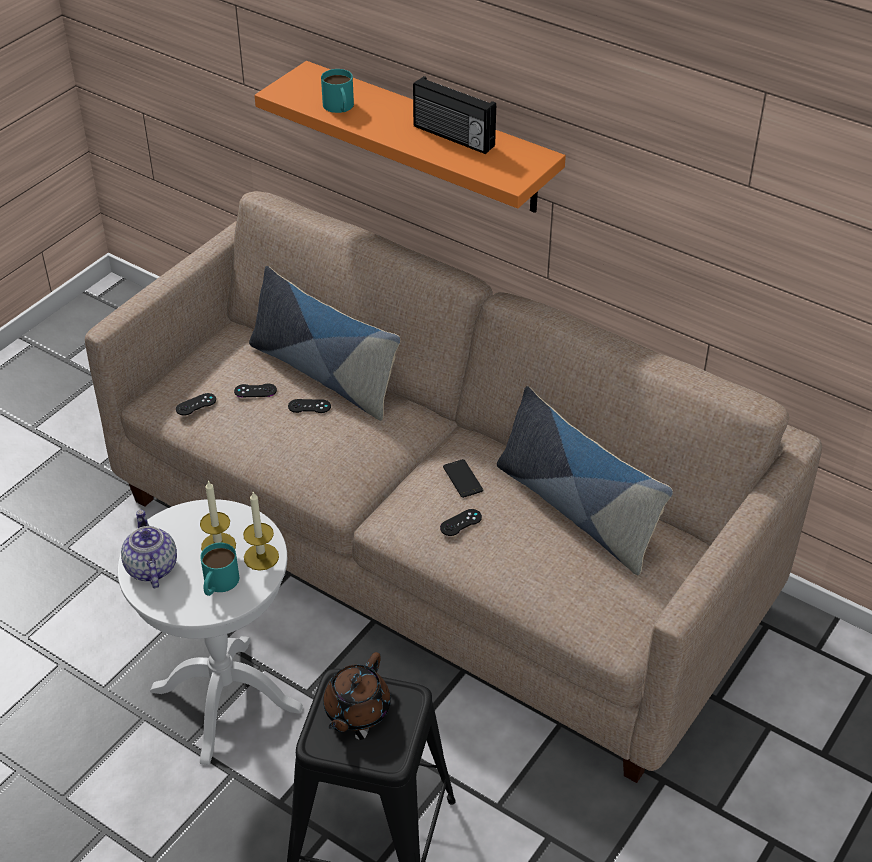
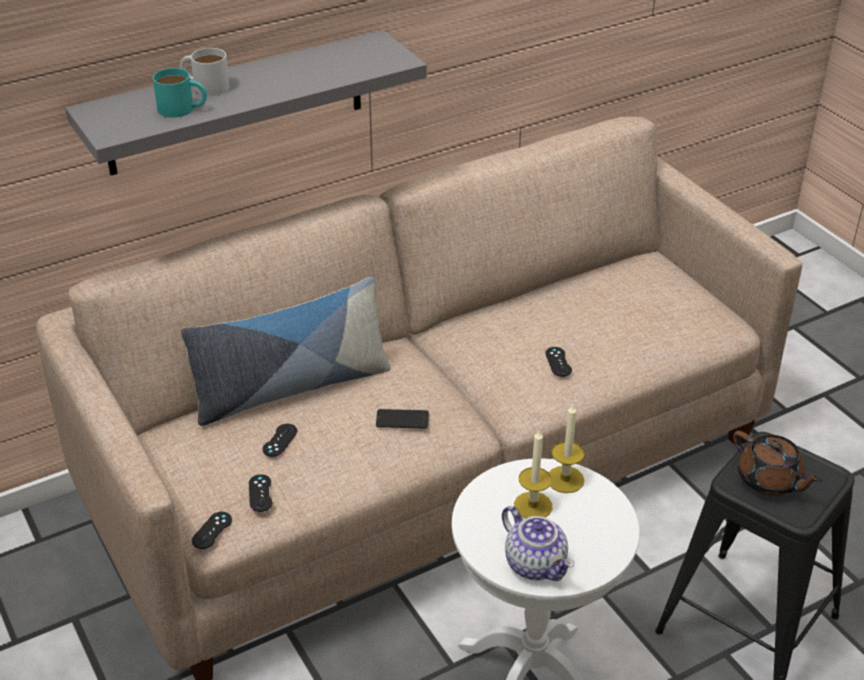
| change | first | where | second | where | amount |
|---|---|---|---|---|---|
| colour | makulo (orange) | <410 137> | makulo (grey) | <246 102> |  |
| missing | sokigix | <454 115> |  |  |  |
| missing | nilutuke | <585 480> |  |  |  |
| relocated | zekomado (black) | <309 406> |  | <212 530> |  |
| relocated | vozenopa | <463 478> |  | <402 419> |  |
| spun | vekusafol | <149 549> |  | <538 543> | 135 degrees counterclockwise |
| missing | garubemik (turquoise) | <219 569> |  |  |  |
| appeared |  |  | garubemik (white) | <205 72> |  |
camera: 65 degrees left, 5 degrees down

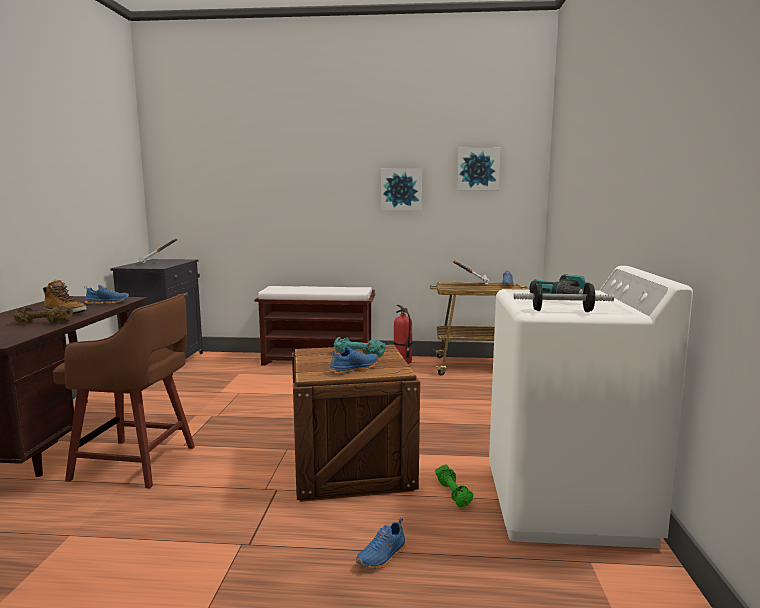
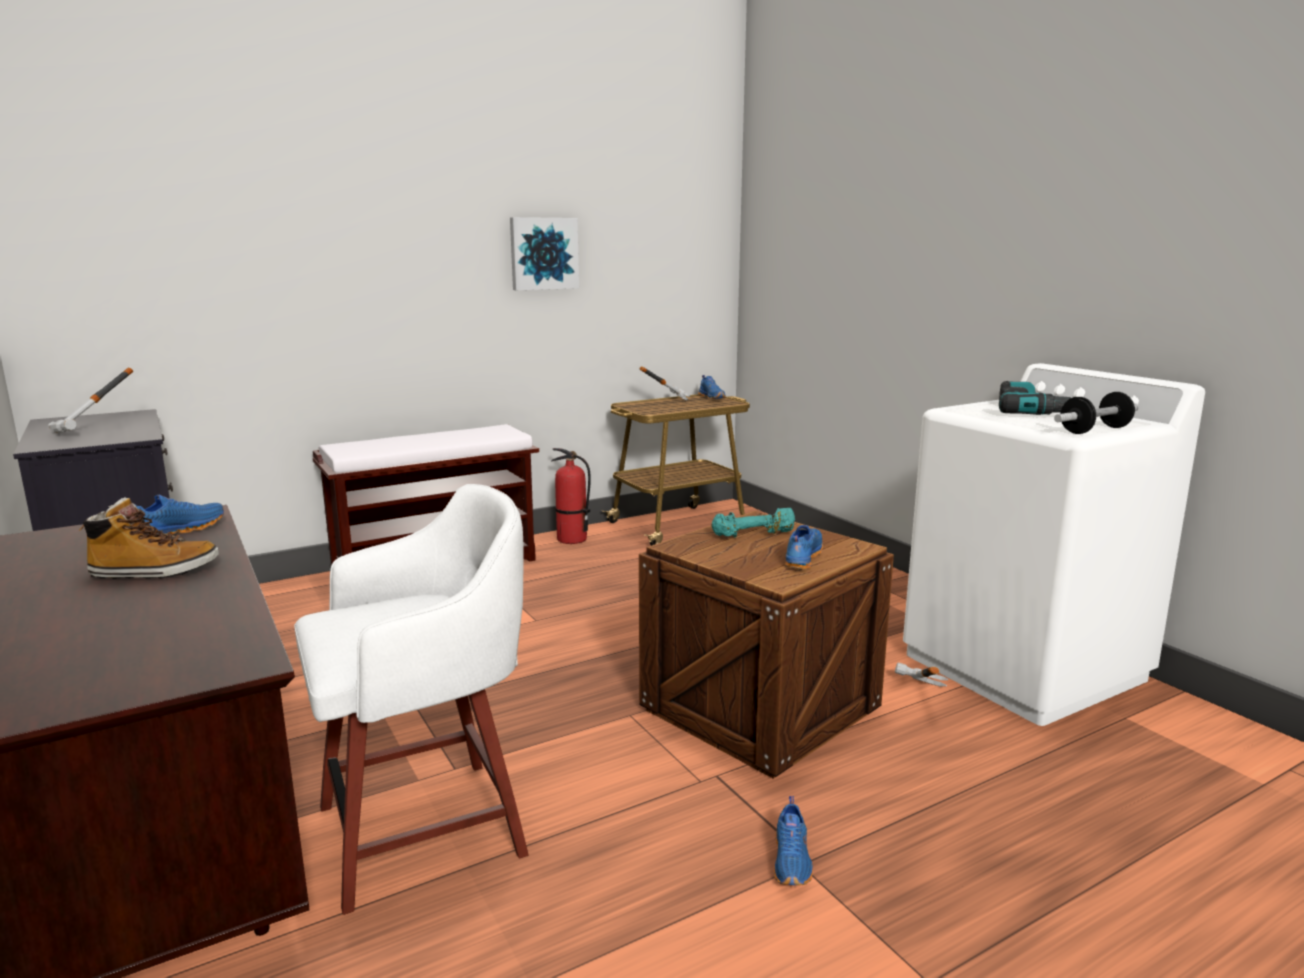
| change | first | where | second | where | amount |
|---|---|---|---|---|---|
| missing | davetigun | <478 169> |  |  |  |
| colour | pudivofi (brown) | <124 391> | pudivofi (white) | <411 699> |  |
| missing | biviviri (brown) | <43 314> |  |  |  |
| exchanged | biviviri (green) | <454 485> | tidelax | <922 674> |  |
| relocated | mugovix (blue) | <381 543> |  | <793 840> |  |
camera: 35 degrees left, 5 degrees up

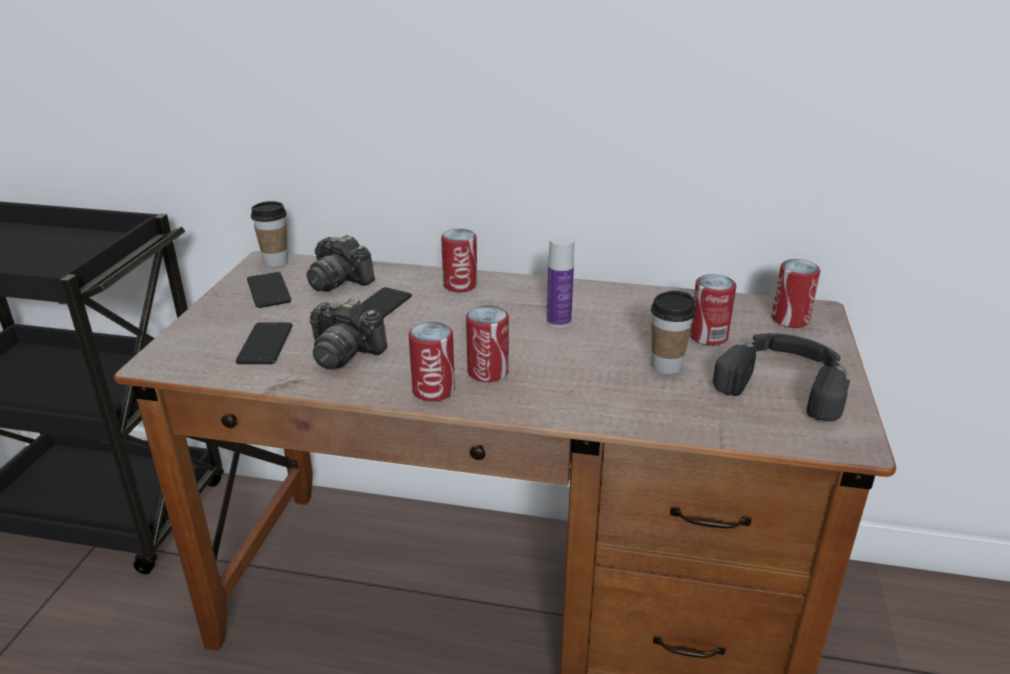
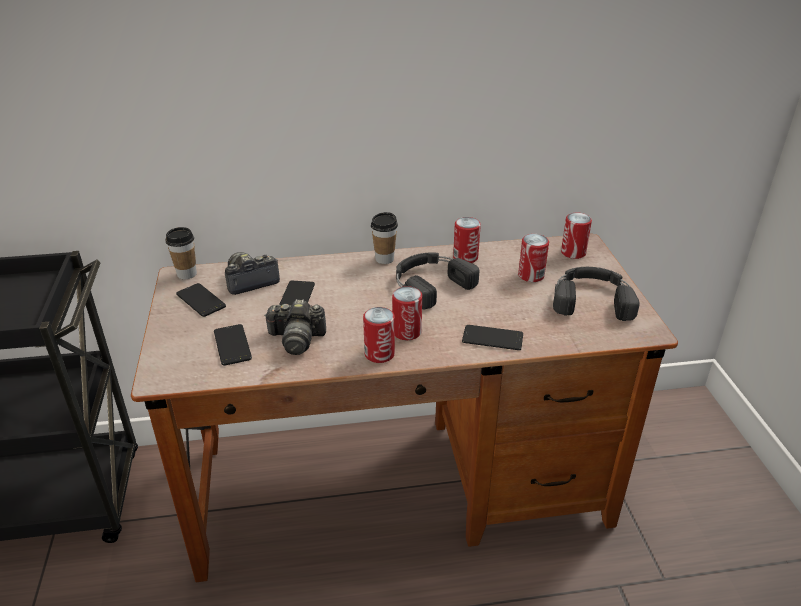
| change | first | where | second | where | amount |
|---|---|---|---|---|---|
| relocated | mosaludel | <459 260> |  | <467 240> |  |
| spun | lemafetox | <341 263> |  | <252 273> | 135 degrees clockwise |
| exchanged | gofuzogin | <560 281> | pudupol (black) | <437 280> |  |
| relocated | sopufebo | <673 332> |  | <384 238> |  |
| appeared |  |  | vozenopa | <492 337> |  |
camera: 20 degrees left, 5 degrees up

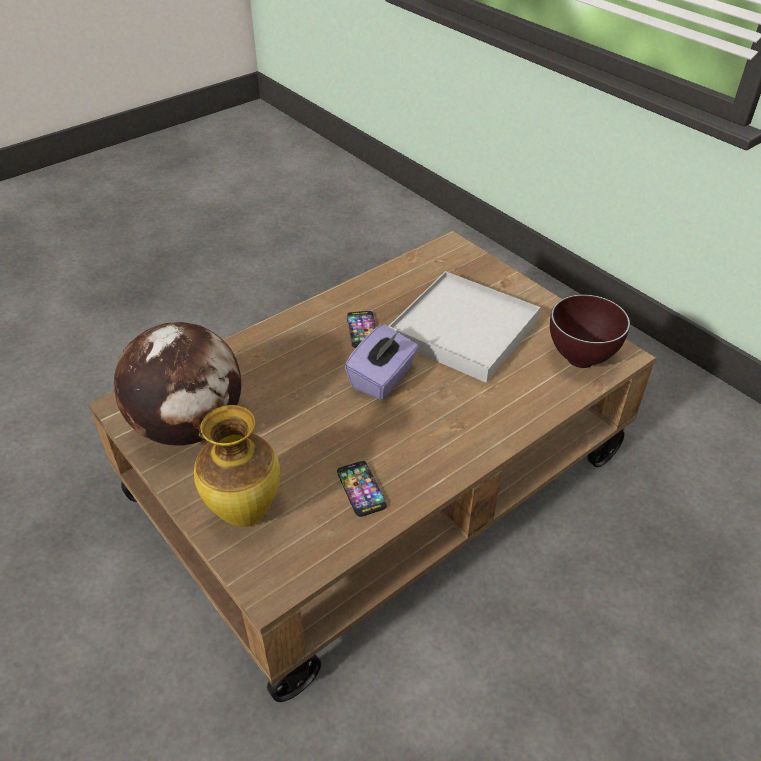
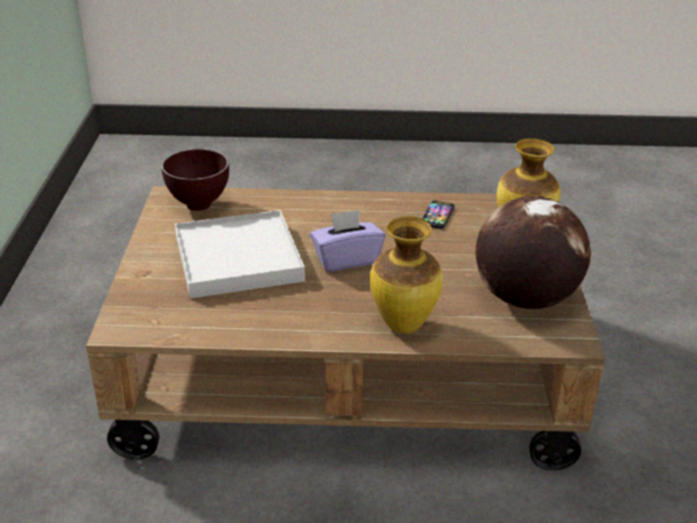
| change | first | where | second | where | amount |
|---|---|---|---|---|---|
| missing | vozenopa | <361 329> |  |  |  |
| appeared |  |  | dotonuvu | <406 275> |  |
camera: 140 degrees left, 10 degrees down

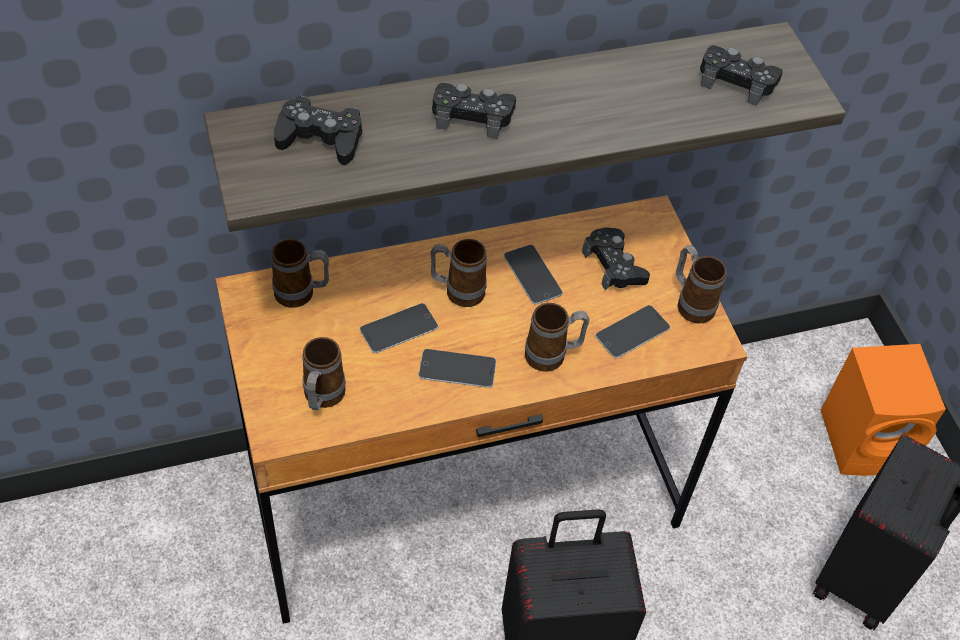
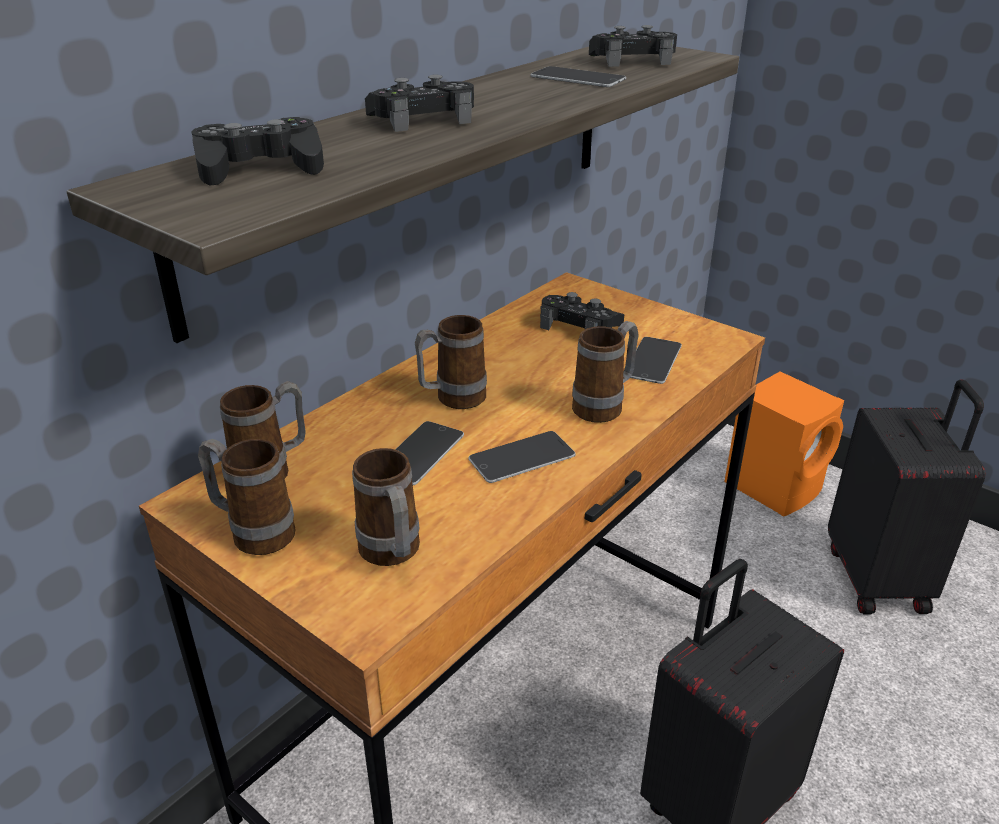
| change | first | where | second | where | amount |
|---|---|---|---|---|---|
| relocated | vozenopa | <533 275> |  | <578 76> |  |
| relocated | garubemik | <701 284> |  | <247 497> |  |
camera: 30 degrees left, 20 degrees down

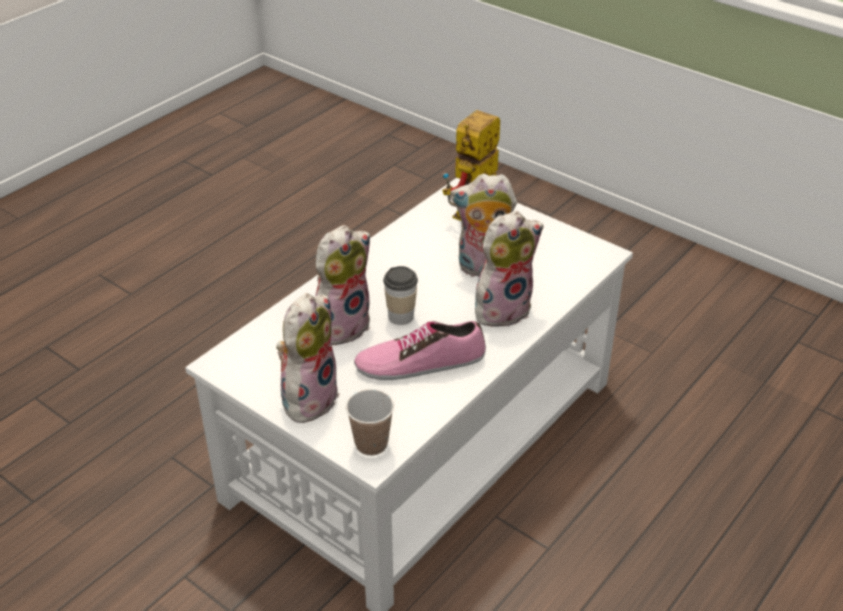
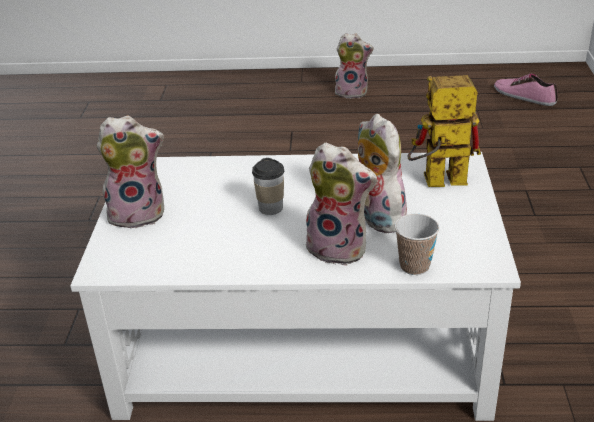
| change | first | where | second | where | amount |
|---|---|---|---|---|---|
| relocated | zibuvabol | <342 285> |  | <354 66> |  |
| relocated | mugovix | <420 350> |  | <526 90> |  |
| relocated | sopufebo | <370 422> |  | <417 244> |  |
camera: 55 degrees right, 5 degrees down

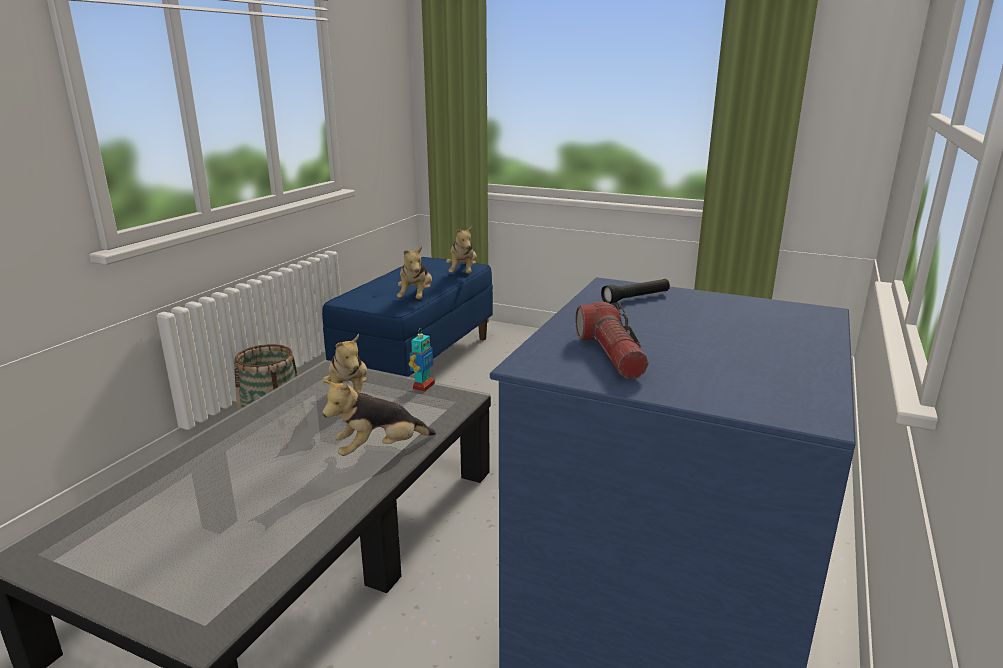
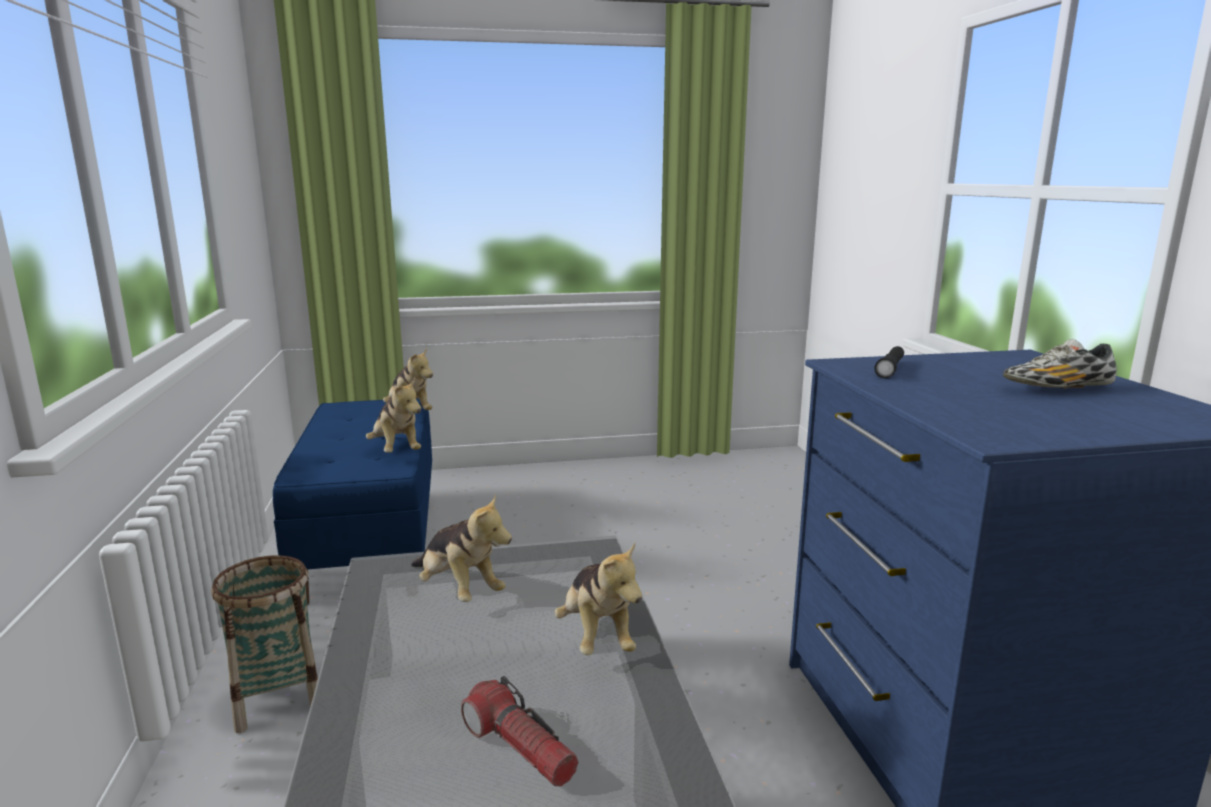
| change | first | where | second | where | amount |
|---|---|---|---|---|---|
| relocated | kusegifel | <611 340> |  | <520 731> |  |
| missing | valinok | <422 359> |  |  |  |
| spun | zibuvabol | <379 418> |  | <598 599> | 45 degrees counterclockwise |
| appeared |  |  | mugovix | <1060 364> |  |
camera: 35 degrees left, 5 degrees down

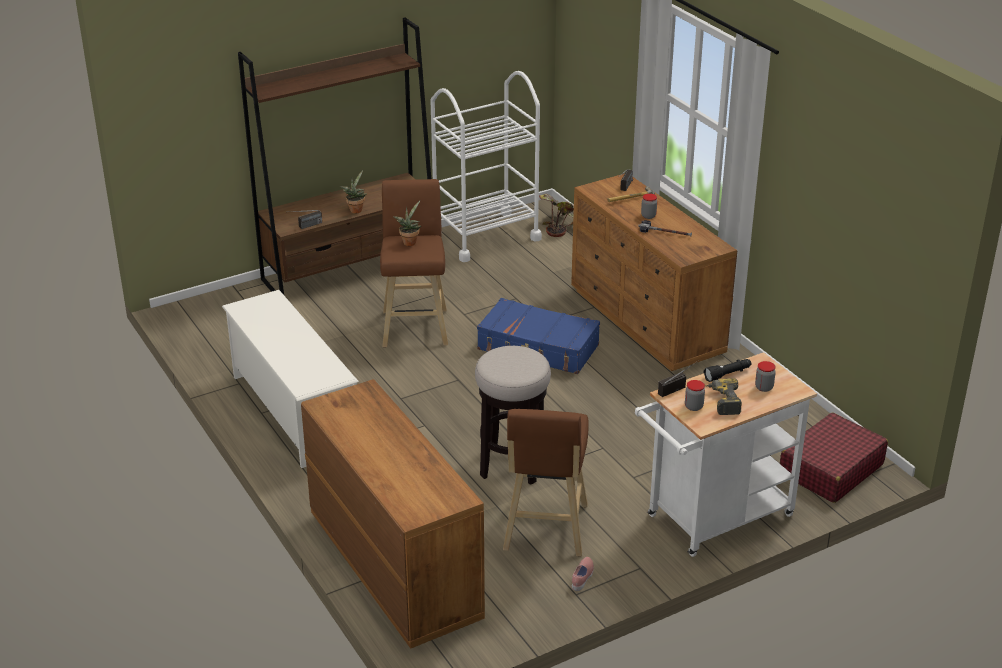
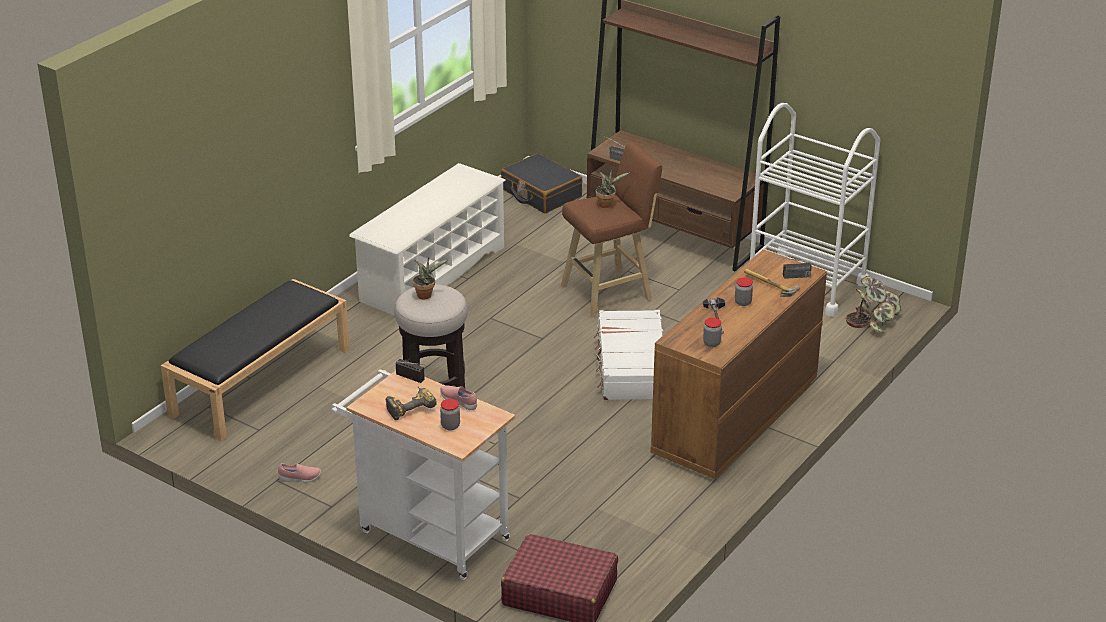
| change | first | where | second | where | amount |
|---|---|---|---|---|---|
| relocated | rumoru | <353 192> |  | <431 278> |  |
| colour | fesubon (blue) | <538 336> | fesubon (white) | <628 355> |  |
| exchanged | kusegifel (black) | <727 370> | mugovix (pink) | <458 397> |  |
| exchanged | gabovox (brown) | <393 514> | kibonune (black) | <255 360> |  |
| relocated | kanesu | <695 395> |  | <712 332> |  |
| missing | pudivofi (brown) | <546 483> |  |  |  |
| appeared |  |  | fesubon (black) | <542 183> |  |
camera: 65 degrees right, 0 degrees up

